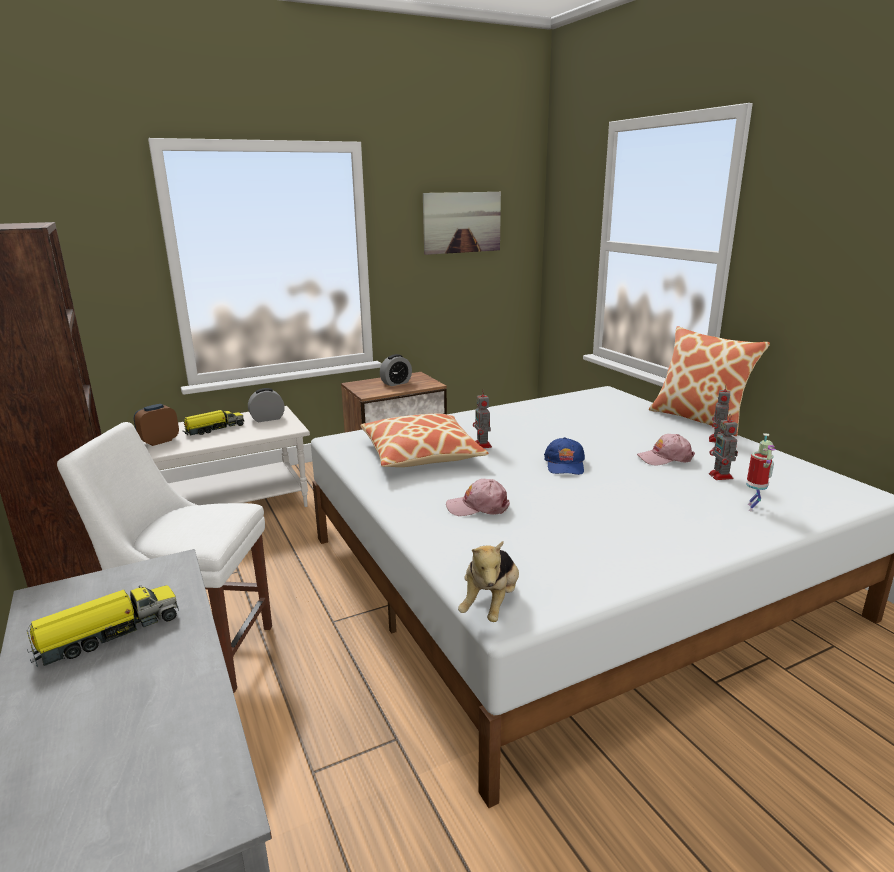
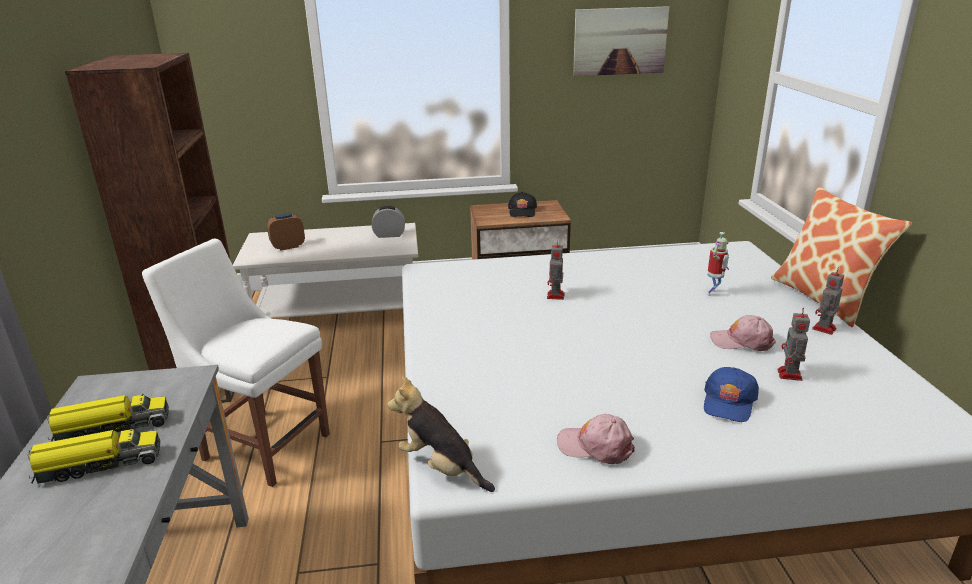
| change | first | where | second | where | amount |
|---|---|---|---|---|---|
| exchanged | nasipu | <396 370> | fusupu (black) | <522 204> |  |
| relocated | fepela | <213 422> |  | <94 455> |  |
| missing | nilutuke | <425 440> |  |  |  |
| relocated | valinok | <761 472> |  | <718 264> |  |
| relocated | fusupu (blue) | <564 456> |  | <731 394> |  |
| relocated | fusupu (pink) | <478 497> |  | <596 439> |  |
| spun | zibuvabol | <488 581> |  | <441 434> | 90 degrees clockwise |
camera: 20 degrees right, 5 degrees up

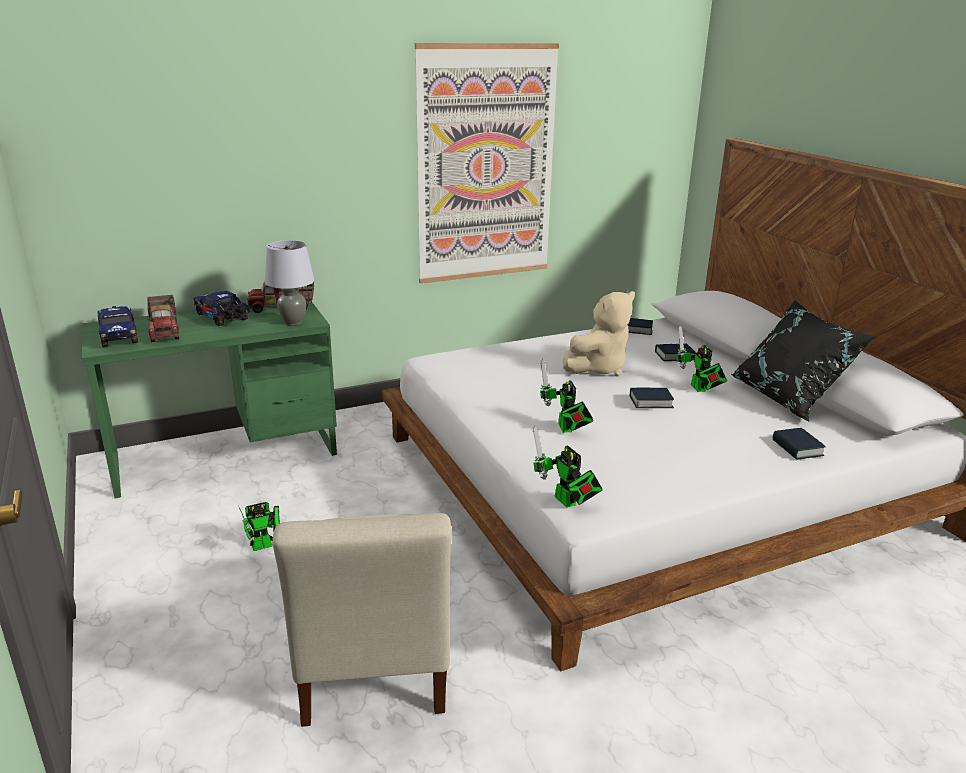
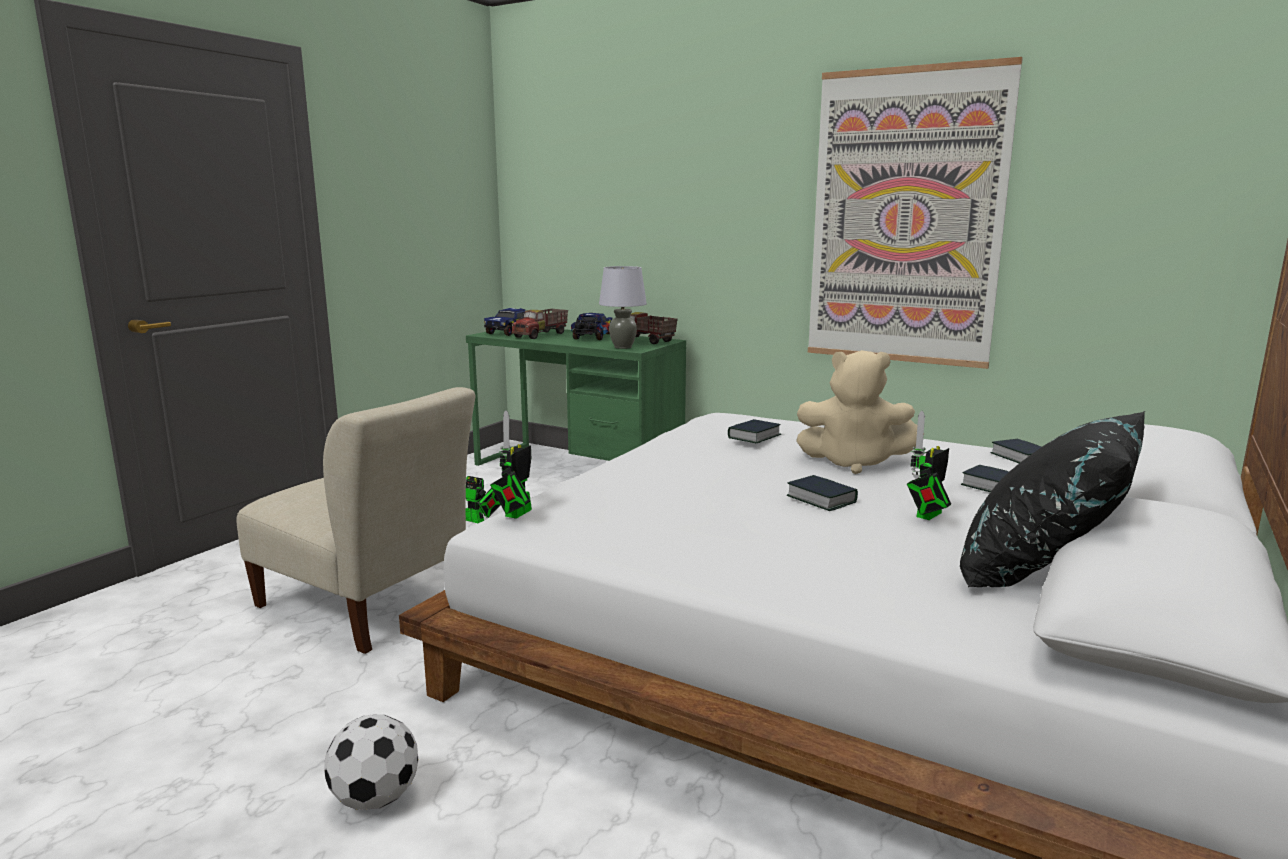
| change | first | where | second | where | amount |
|---|---|---|---|---|---|
| missing | valinok | <566 396> |  |  |  |
| relocated | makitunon | <799 444> |  | <754 431> |  |
| spun | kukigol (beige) | <362 620> |  | <355 520> | 105 degrees counterclockwise |
| appeared |  |  | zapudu | <371 762> |  |
camera: 55 degrees right, 10 degrees down

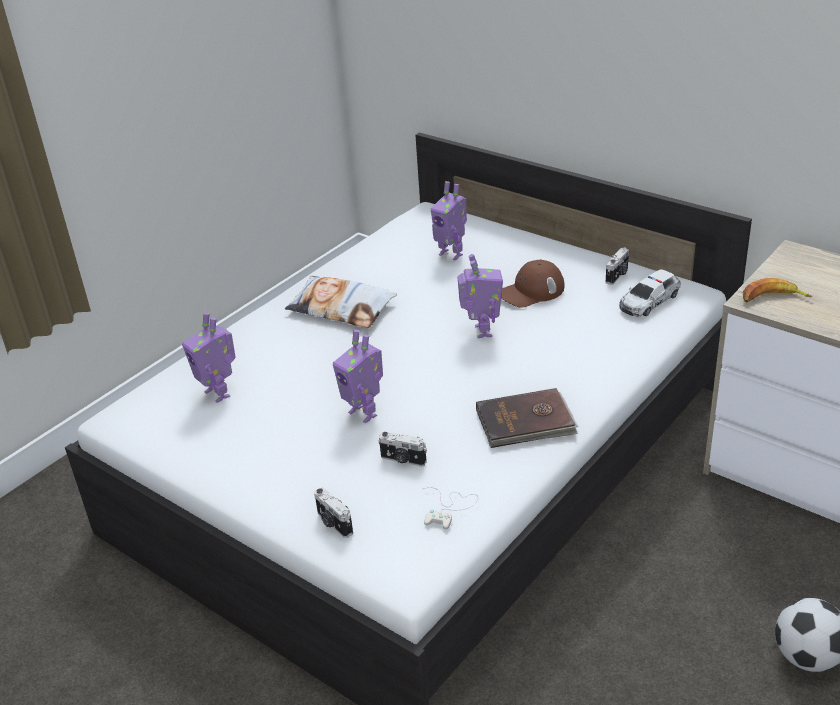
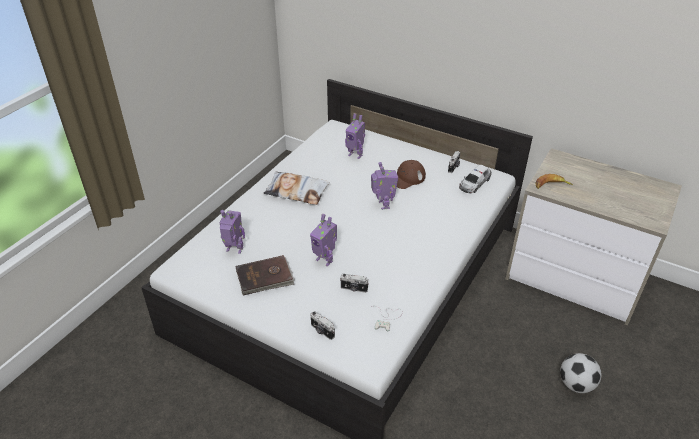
| change | first | where | second | where | amount |
|---|---|---|---|---|---|
| spun | valinok | <209 357> |  | <232 232> | 150 degrees clockwise |
| relocated | makitunon (brown) | <527 418> |  | <265 275> |  |
camera: 10 degrees left, 5 degrees up

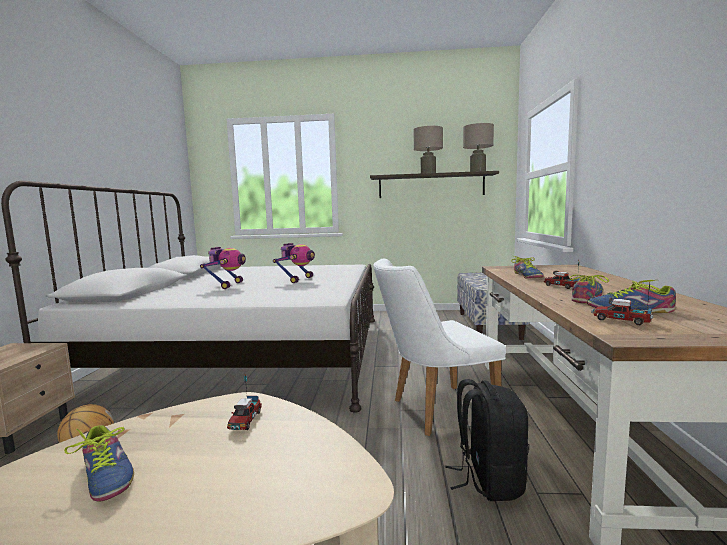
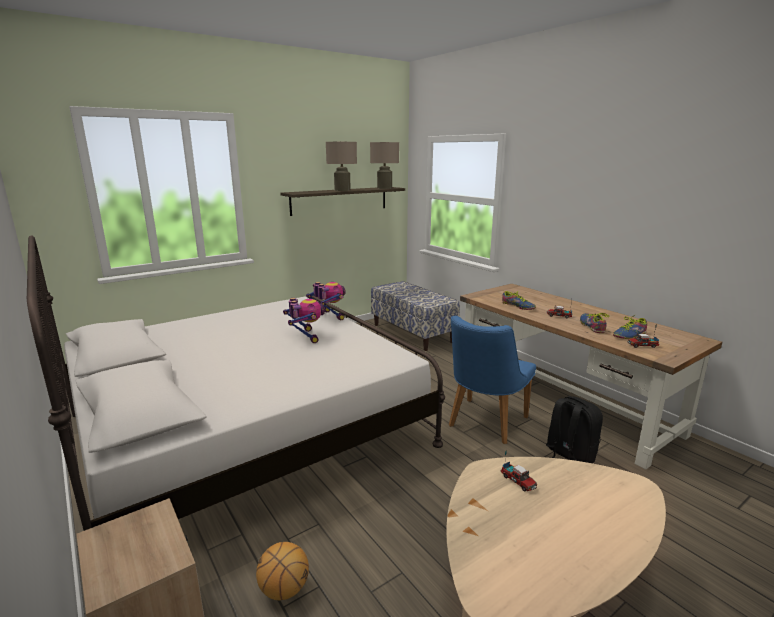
| change | first | where | second | where | amount |
|---|---|---|---|---|---|
| relocated | valinok | <223 268> |  | <326 301> |  |
| colour | kukigol (white) | <439 347> | kukigol (blue) | <492 380> |  |
| missing | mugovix | <99 463> |  |  |  |
camera: 40 degrees left, 10 degrees up

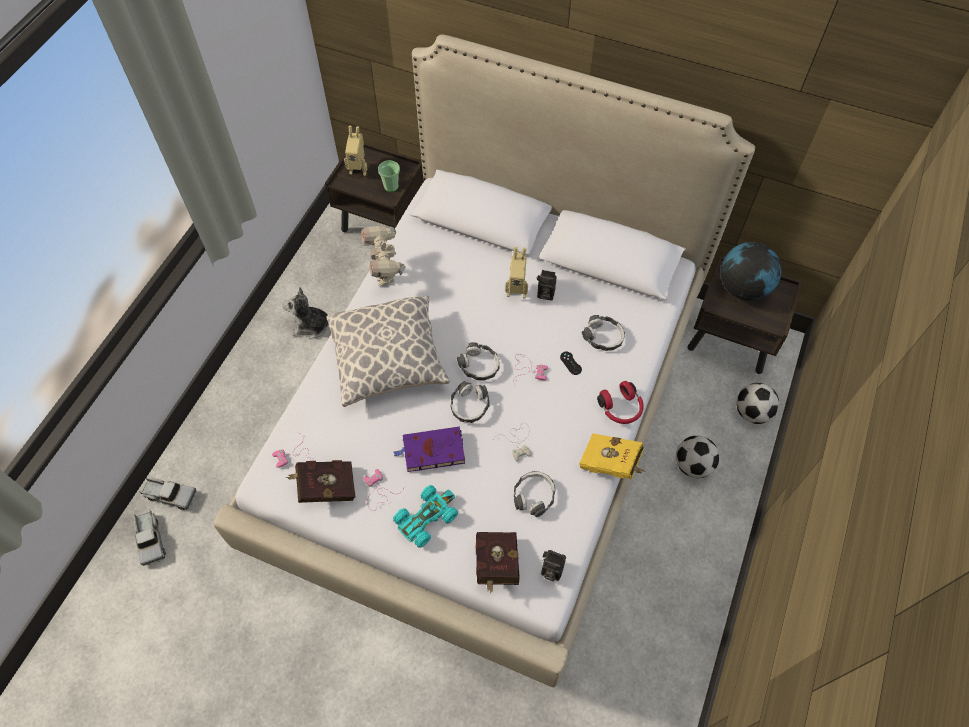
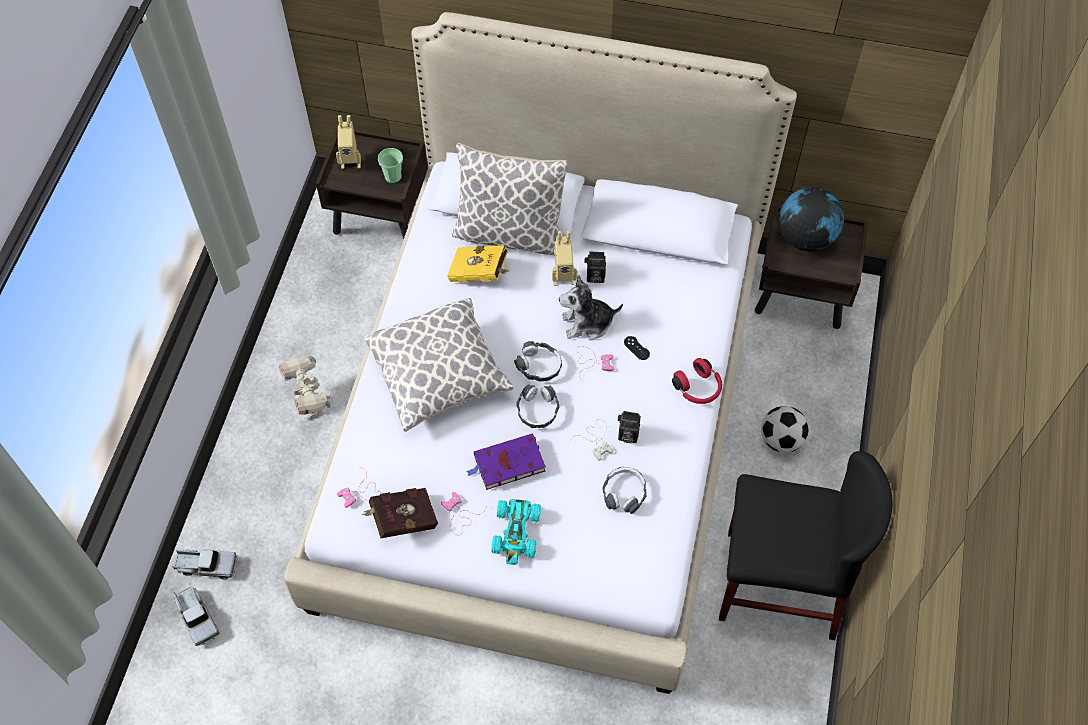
| change | first | where | second | where | amount |
|---|---|---|---|---|---|
| relocated | valinok | <383 256> |  | <306 387> |  |
| relocated | zibuvabol | <305 313> |  | <591 308> |  |
| missing | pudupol | <603 333> |  |  |  |
| missing | zapudu | <757 403> |  |  |  |
| relocated | makitunon (yellow) | <612 456> |  | <477 264> |  |
| spun | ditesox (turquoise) | <425 516> |  | <516 532> | 150 degrees clockwise |
| missing | makitunon (red) | <498 562> |  |  |  |
| relocated | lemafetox | <553 565> |  | <629 427> |  |
| appeared |  |  | nilutuke | <510 198> |  |
| appeared |  |  | kukigol (black) | <805 545> |  |
camera: 10 degrees left, 0 degrees up

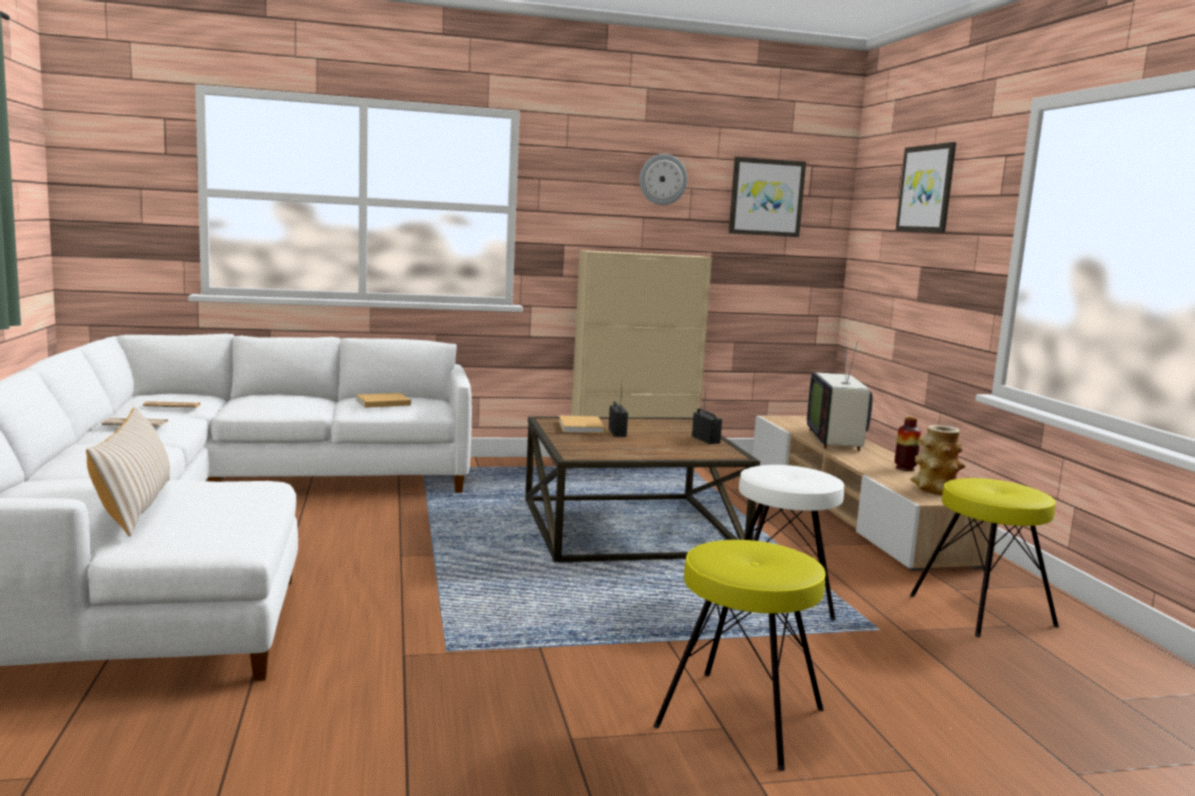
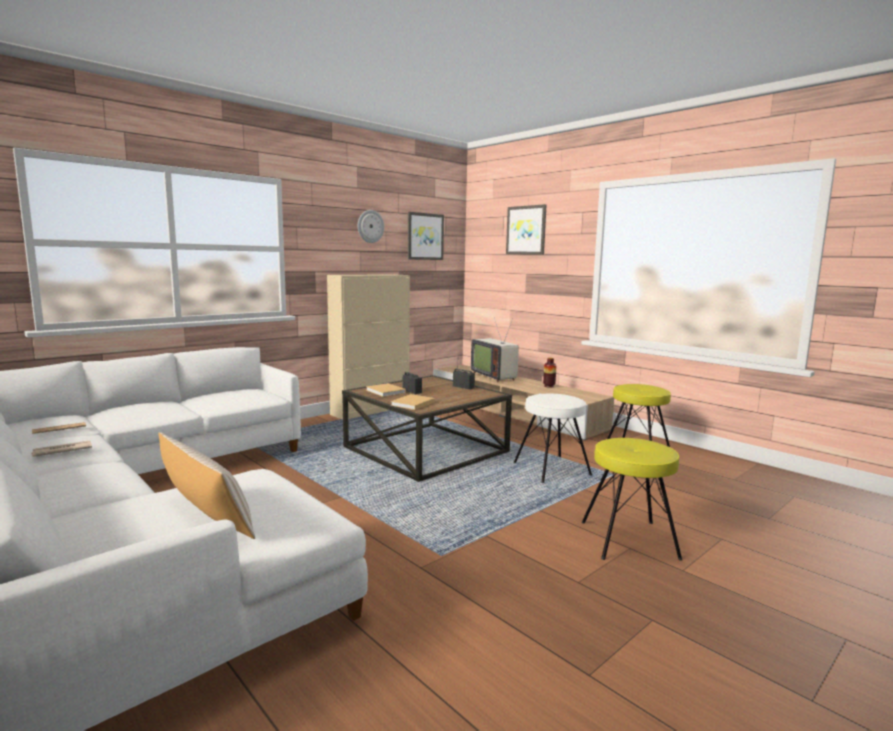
| change | first | where | second | where | amount |
|---|---|---|---|---|---|
| relocated | makitunon (beige) | <383 400> |  | <413 402> |  |
| missing | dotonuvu | <937 460> |  |  |  |
camera: 30 degrees left, 0 degrees up

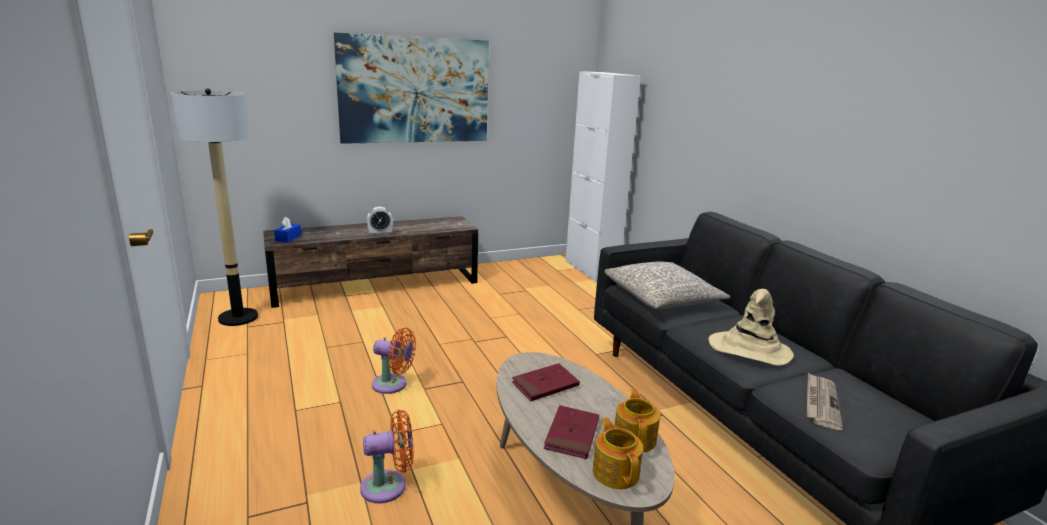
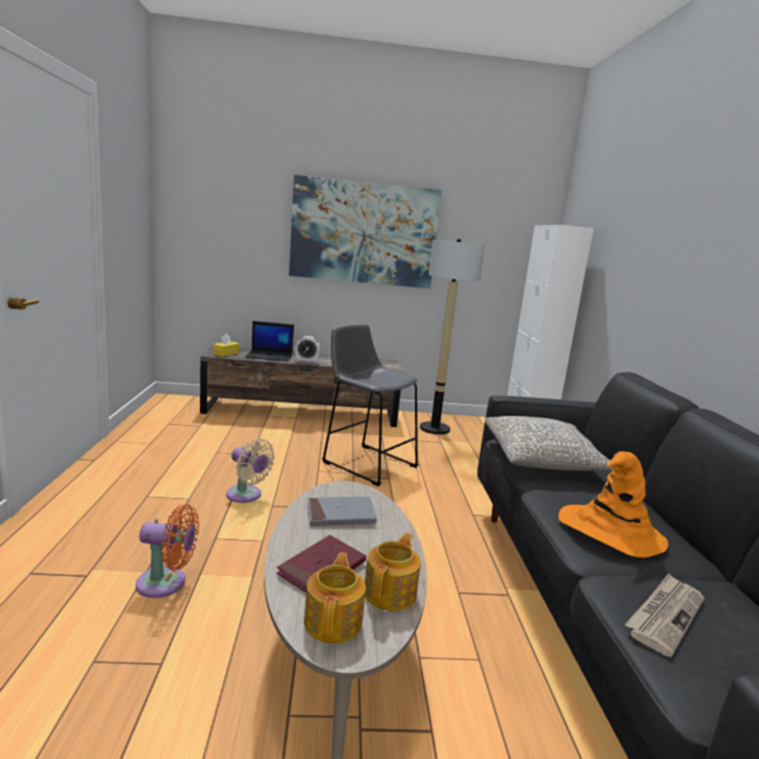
| change | first | where | second | where | amount |
|---|---|---|---|---|---|
| relocated | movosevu | <214 207> |  | <452 336> |  |
| colour | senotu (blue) | <287 230> | senotu (yellow) | <226 345> |  |
| colour | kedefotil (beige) | <751 327> | kedefotil (orange) | <613 504> |  |
| colour | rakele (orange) | <394 361> | rakele (beige) | <250 471> |  |
| colour | makitunon (red) | <546 382> | makitunon (grey) | <342 511> |  |
| appeared |  |  | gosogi | <269 341> |  |
| appeared |  |  | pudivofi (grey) | <370 405> |  |
camera: 20 degrees right, 5 degrees down

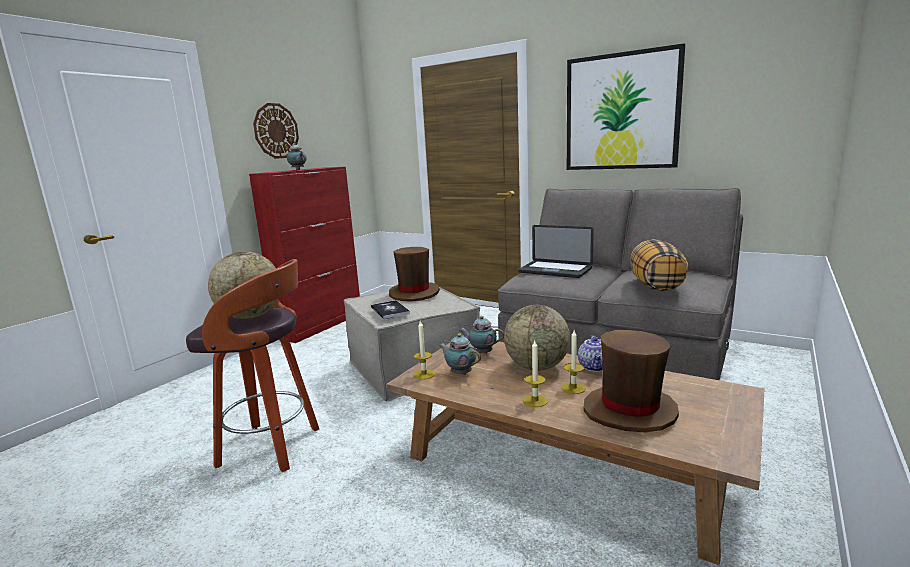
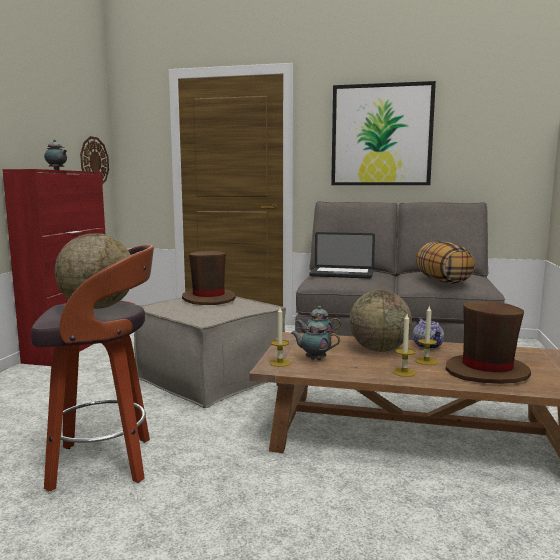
| change | first | where | second | where | amount |
|---|---|---|---|---|---|
| relocated | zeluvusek | <276 131> |  | <94 160> |  |
| missing | makitunon | <390 309> |  |  |  |
camera: 20 degrees left, 5 degrees down

